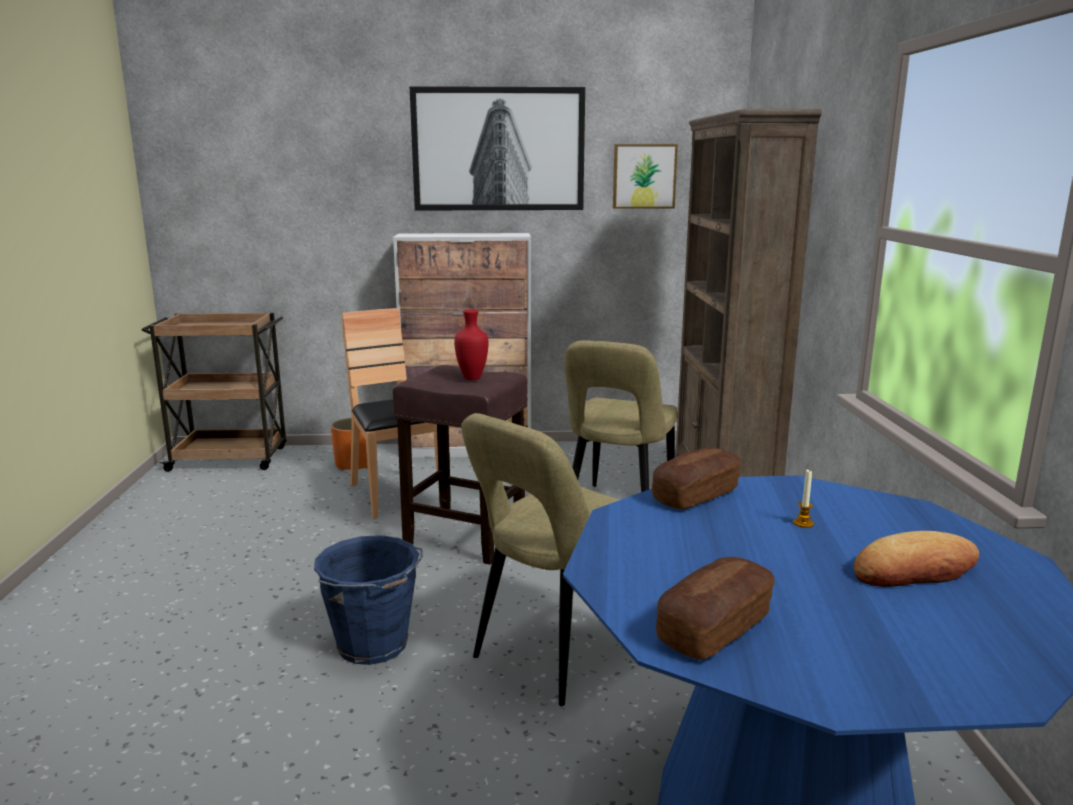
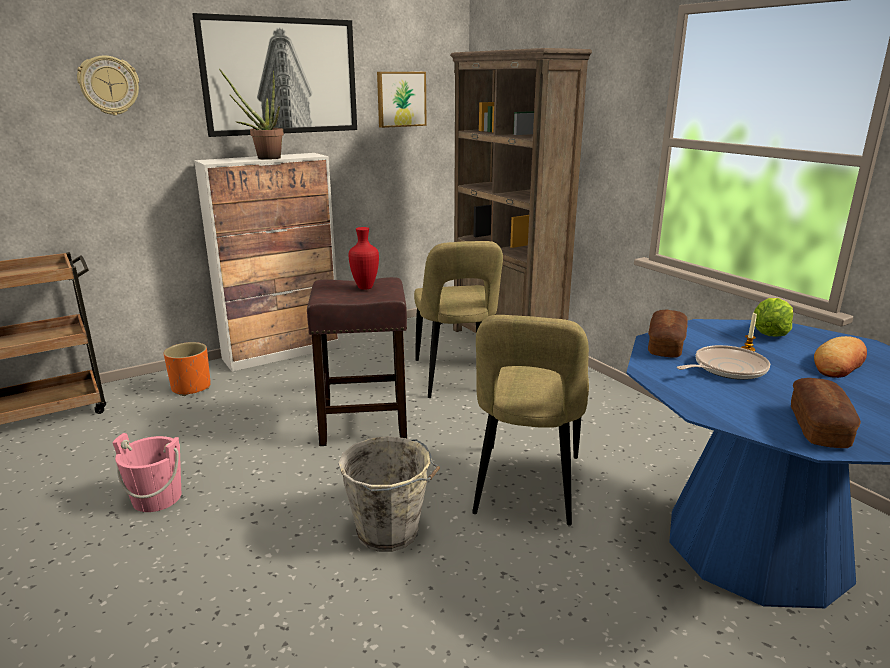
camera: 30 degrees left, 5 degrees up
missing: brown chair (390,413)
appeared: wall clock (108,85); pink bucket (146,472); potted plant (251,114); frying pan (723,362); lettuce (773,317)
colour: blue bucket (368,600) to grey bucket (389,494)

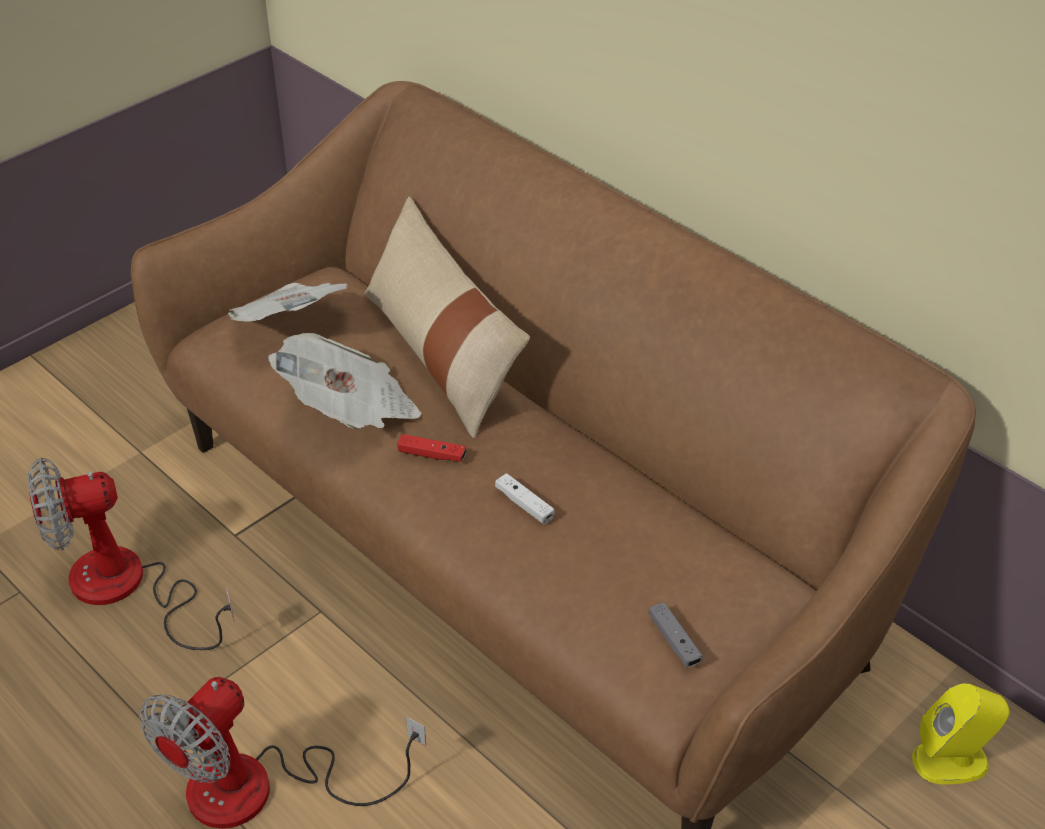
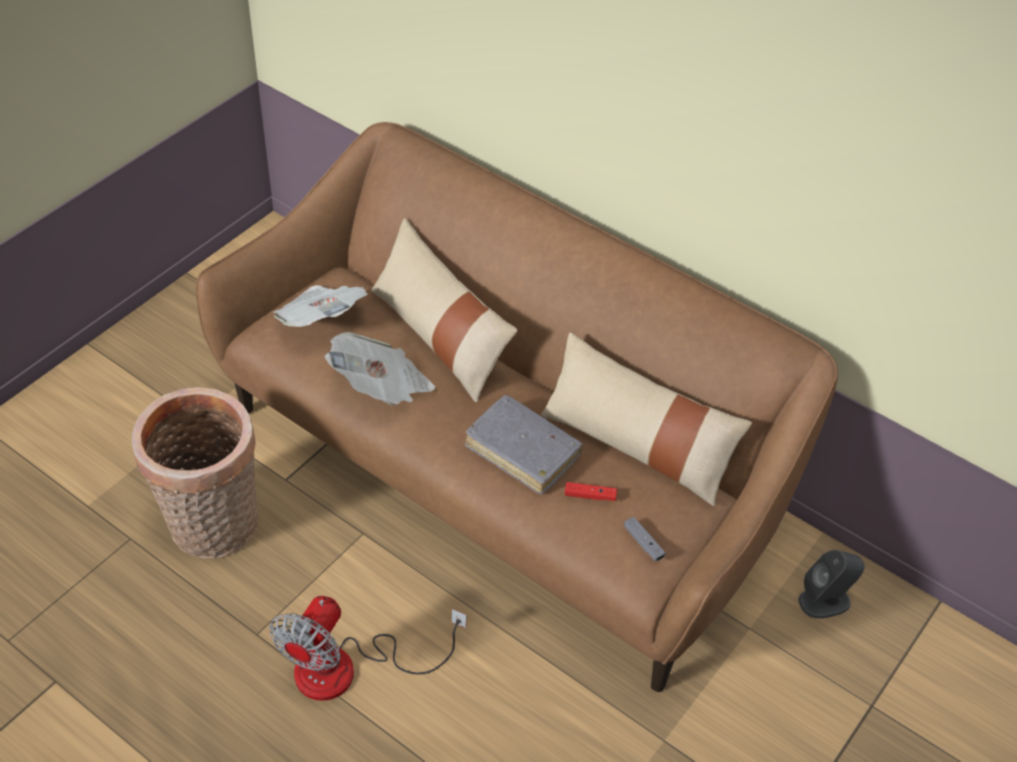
camera: 10 degrees left, 5 degrees up
appeared: beige pillow (646,419)
relocated: red game controller (431,448) to (591,491)
exchanged: fan (131,554) to basket (194,472); white game controller (525,498) to grey book (524,445)
colour: yellow speaker (961,733) to grey speaker (831,584)

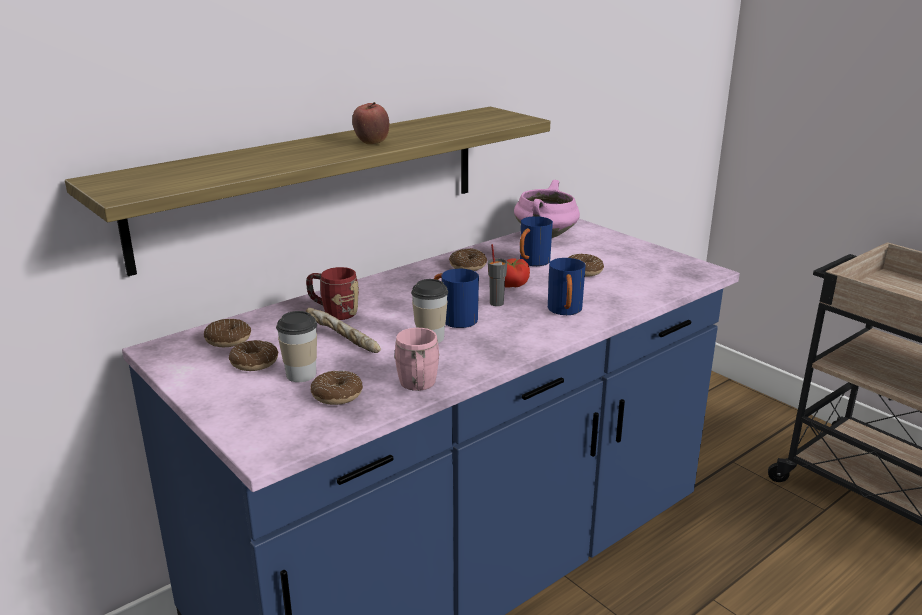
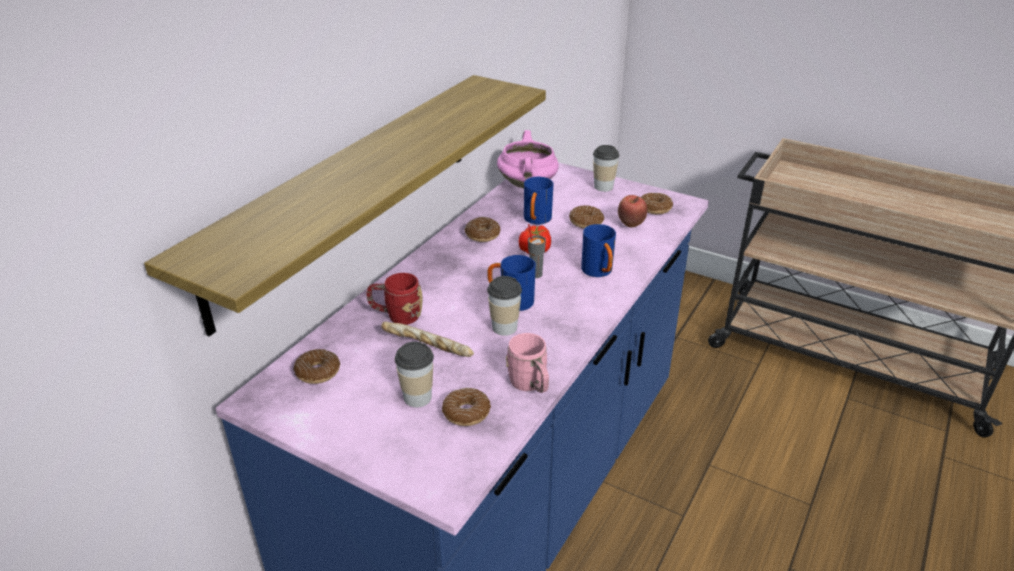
camera: 20 degrees left, 10 degrees up
appeared: cup (606,168)
relocated: apple (370,123) to (632,211); donut (254,355) to (657,203)

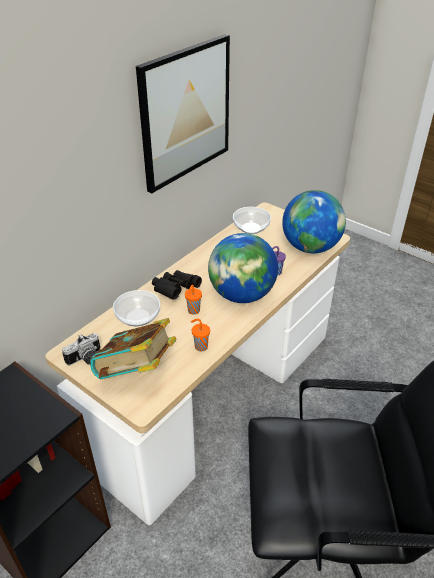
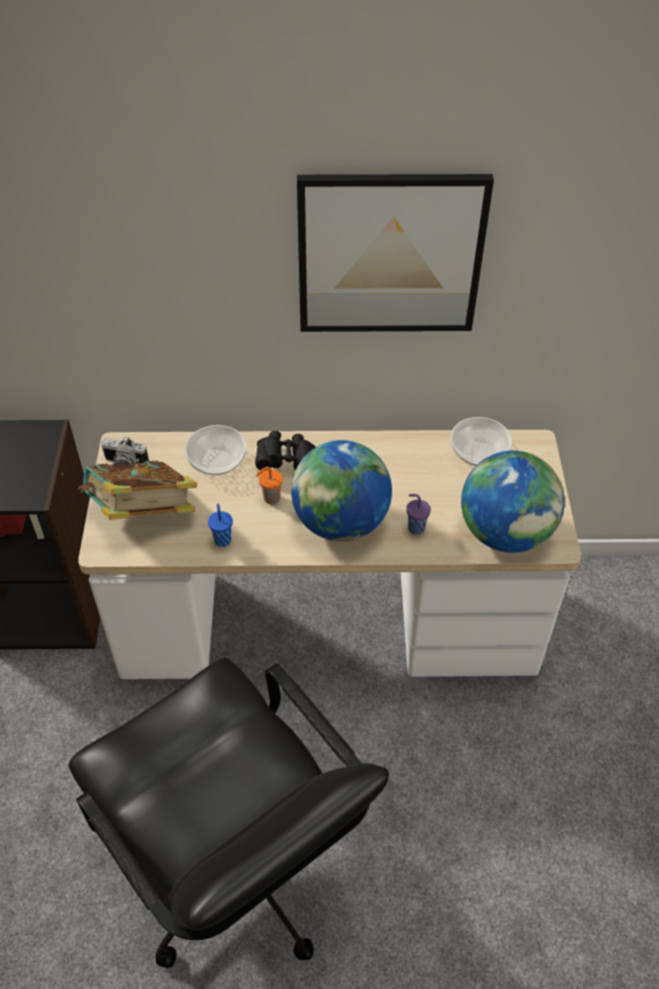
camera: 50 degrees right, 10 degrees up
colour: orange cup (200,335) to blue cup (220,525)

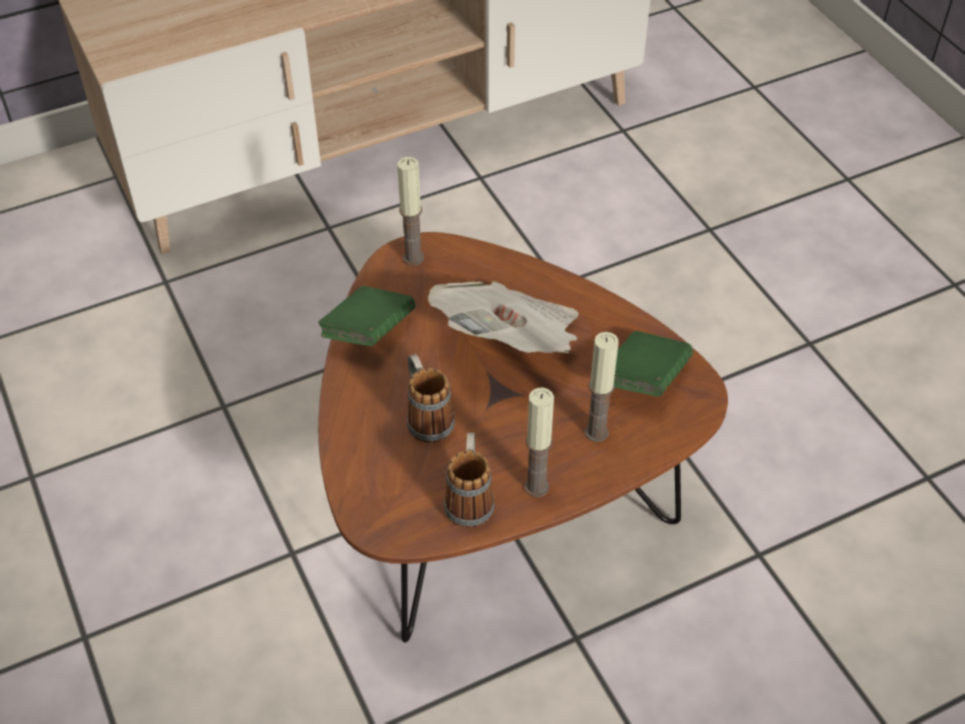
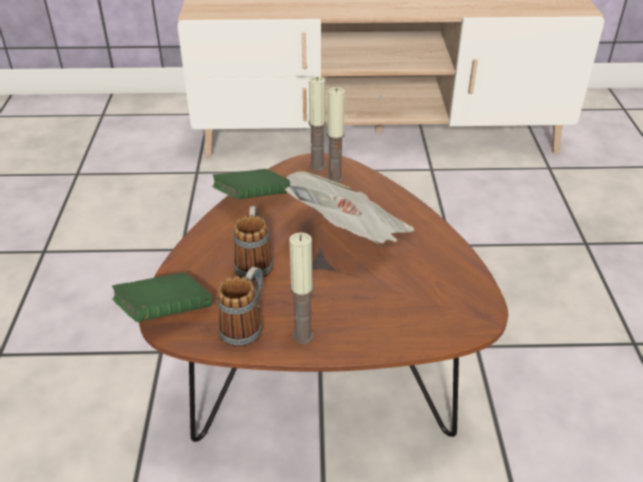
camera: 25 degrees right, 10 degrees down
relocated: green book (653,363) to (162,297); candle (601,387) to (336,135)

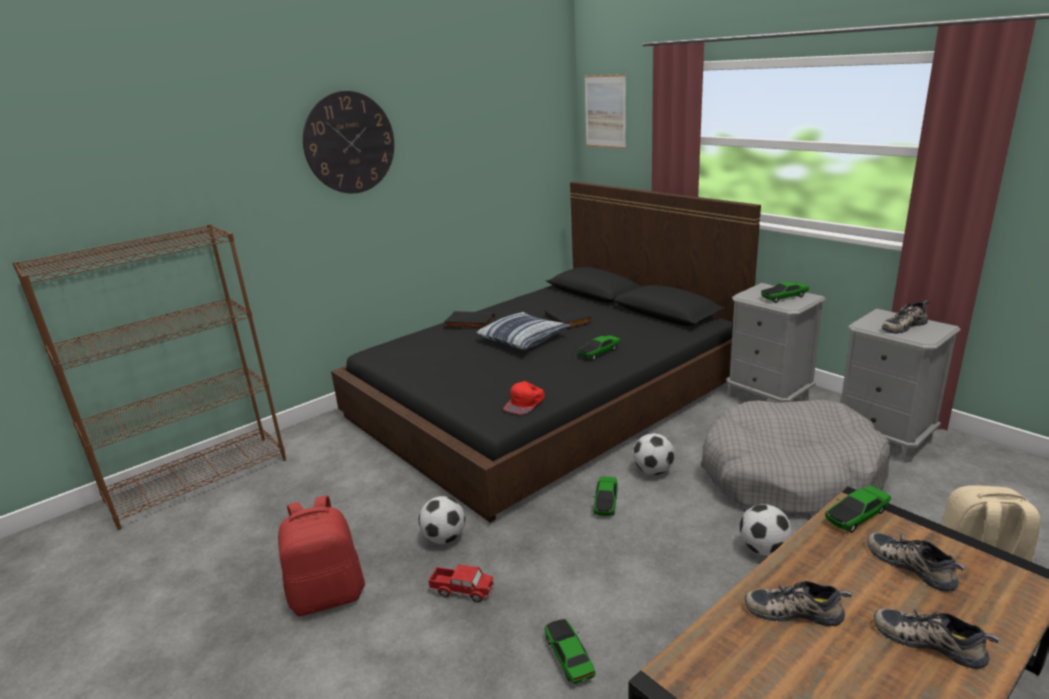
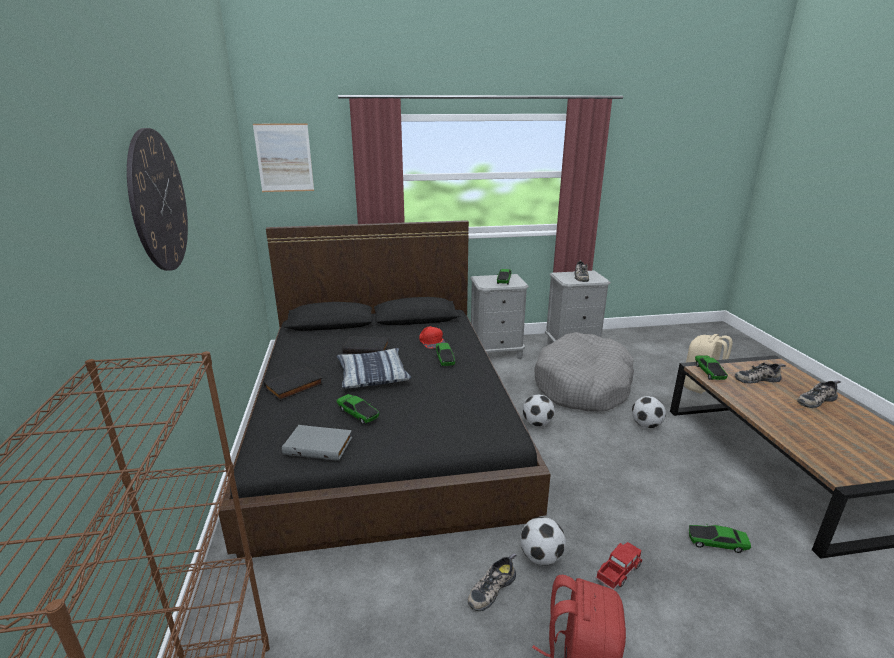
camera: 60 degrees left, 0 degrees up
appeared: grey book (317,443)
relocated: toy car (605,496) to (357,409); red cap (524,398) to (432,337); shoe (797,603) to (492,582)

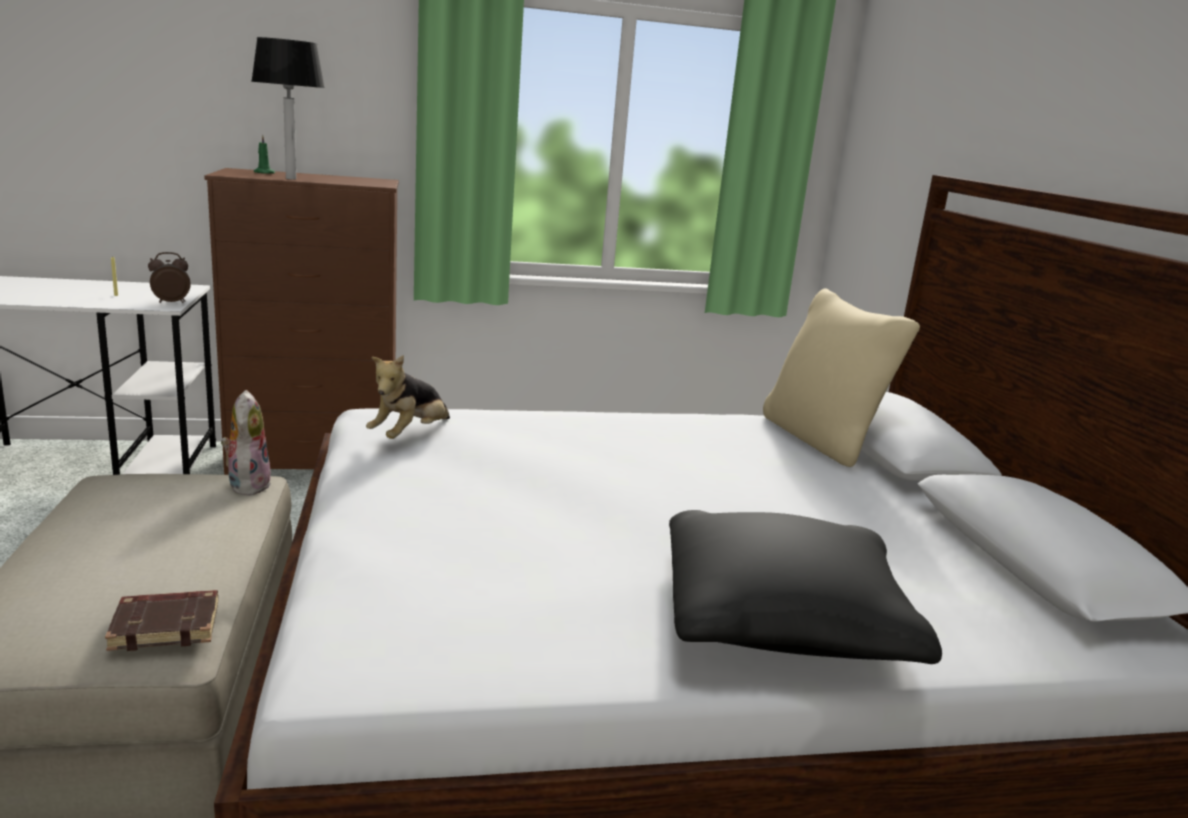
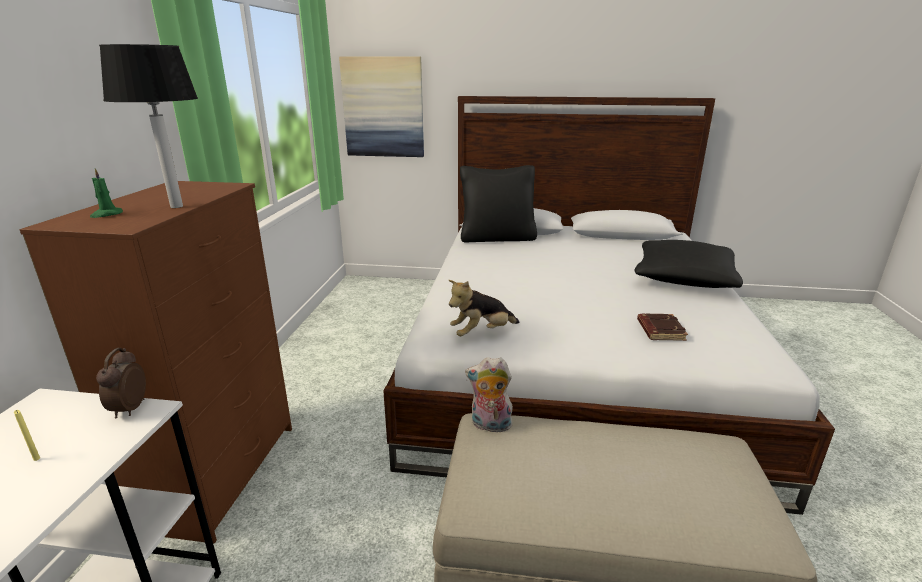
camera: 70 degrees left, 5 degrees up
appeared: picture (381,106)
relocated: brown book (161,620) to (662,327)
colour: beige pillow (841,377) to black pillow (498,204)
spun: plush toy (408,397) = (484,308) 105 degrees clockwise

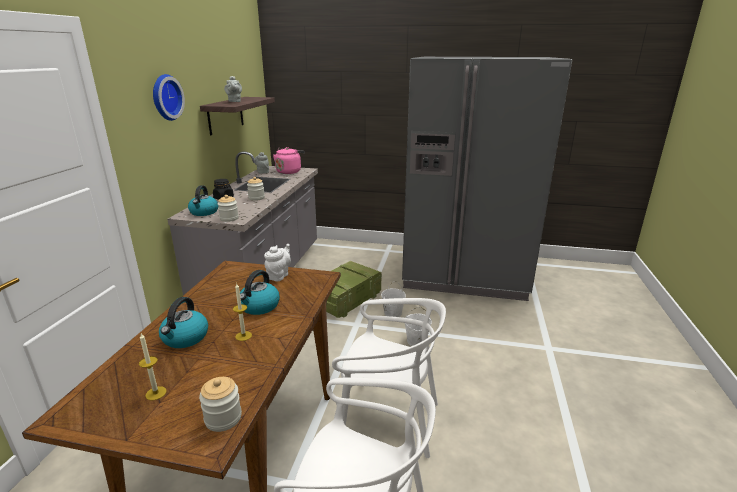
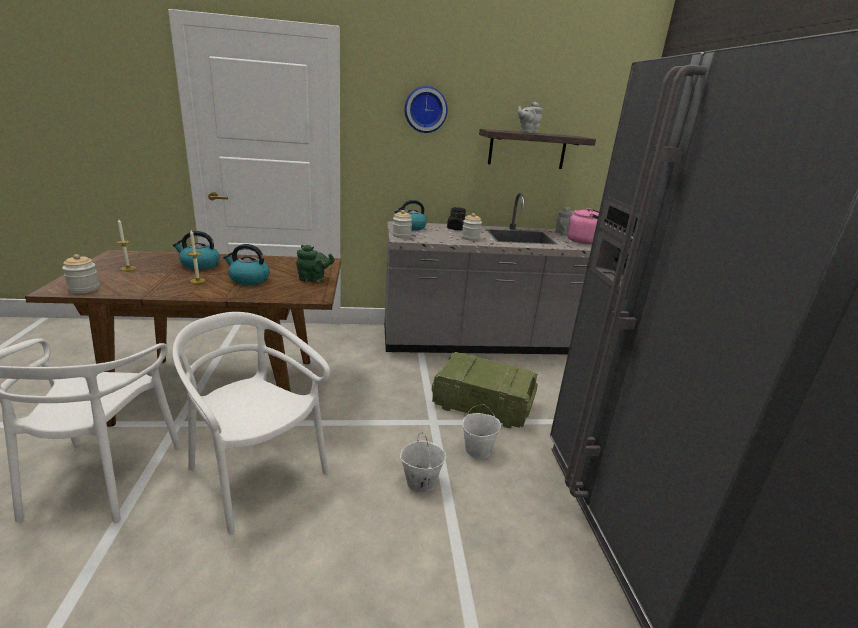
camera: 70 degrees right, 0 degrees up
colour: white teapot (277,263) to green teapot (315,263)
spun: white chair (389,378) = (251,423) 135 degrees clockwise

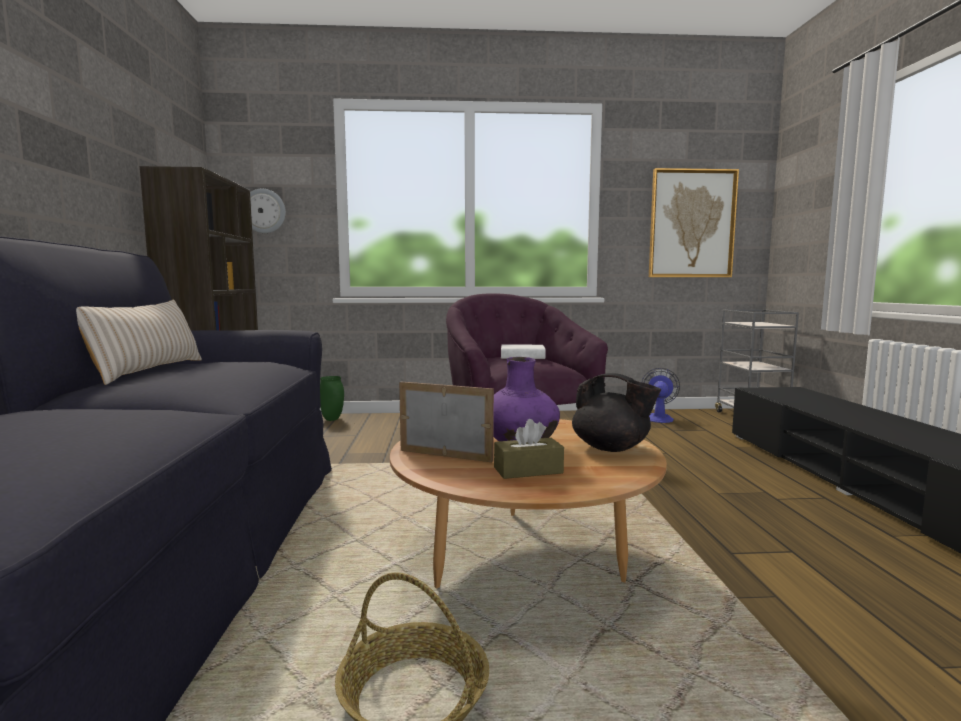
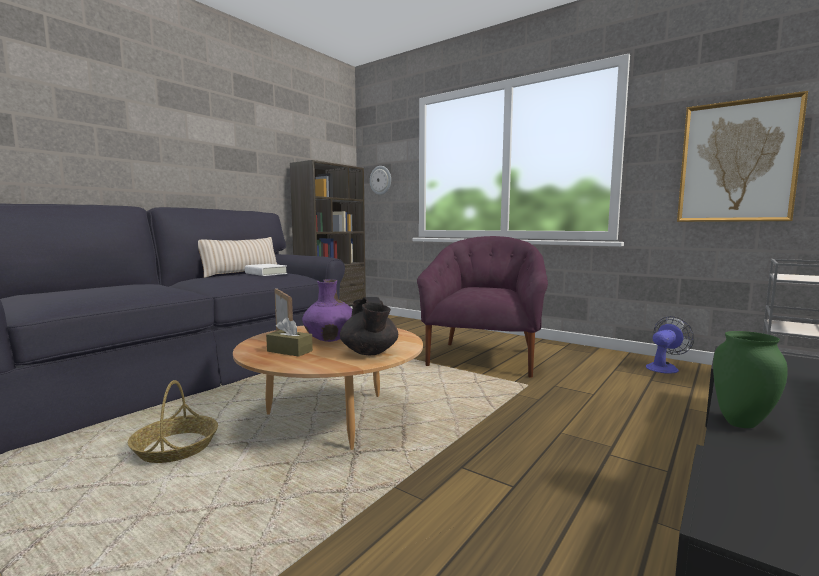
camera: 40 degrees right, 0 degrees up
relocated: white book (523,351) to (266,270); green vase (332,398) to (750,379)

